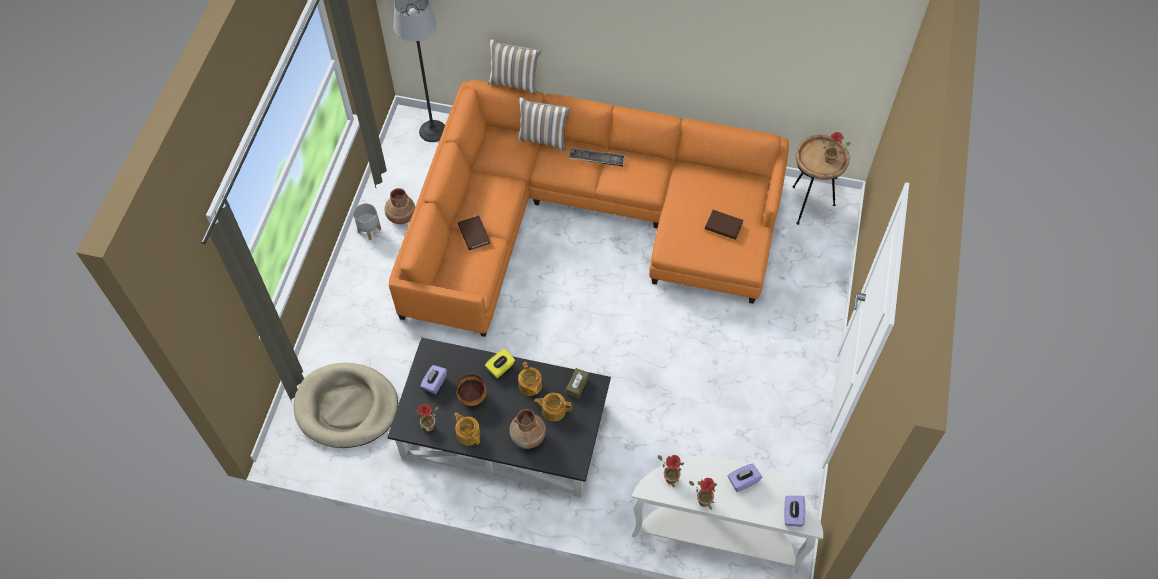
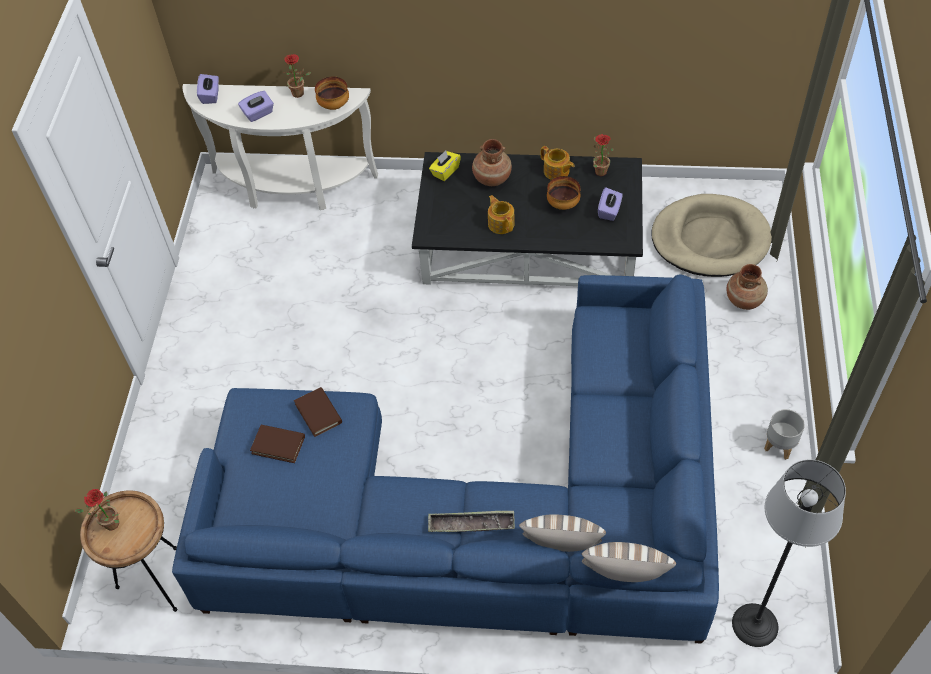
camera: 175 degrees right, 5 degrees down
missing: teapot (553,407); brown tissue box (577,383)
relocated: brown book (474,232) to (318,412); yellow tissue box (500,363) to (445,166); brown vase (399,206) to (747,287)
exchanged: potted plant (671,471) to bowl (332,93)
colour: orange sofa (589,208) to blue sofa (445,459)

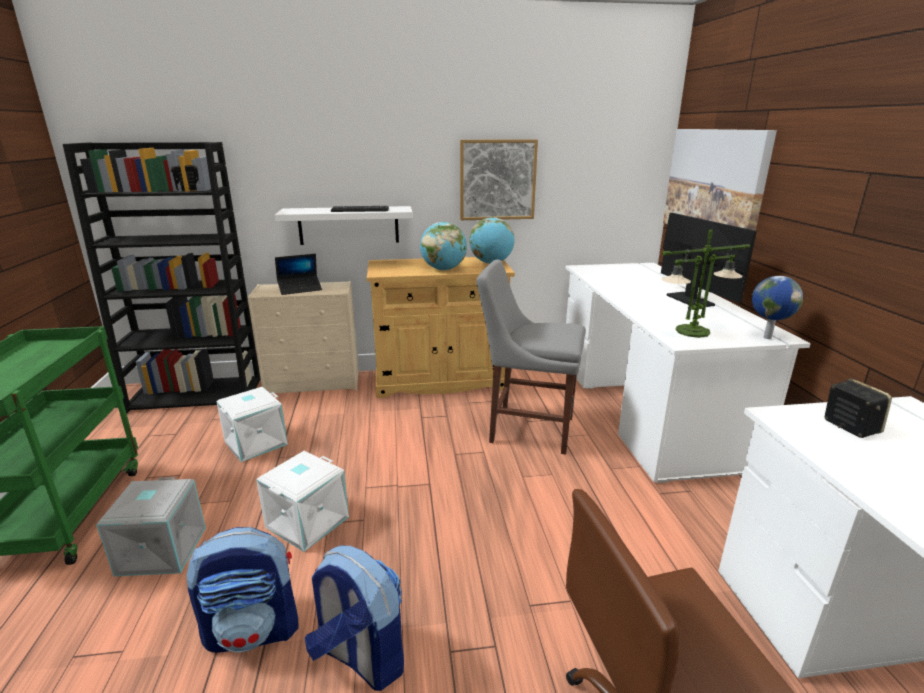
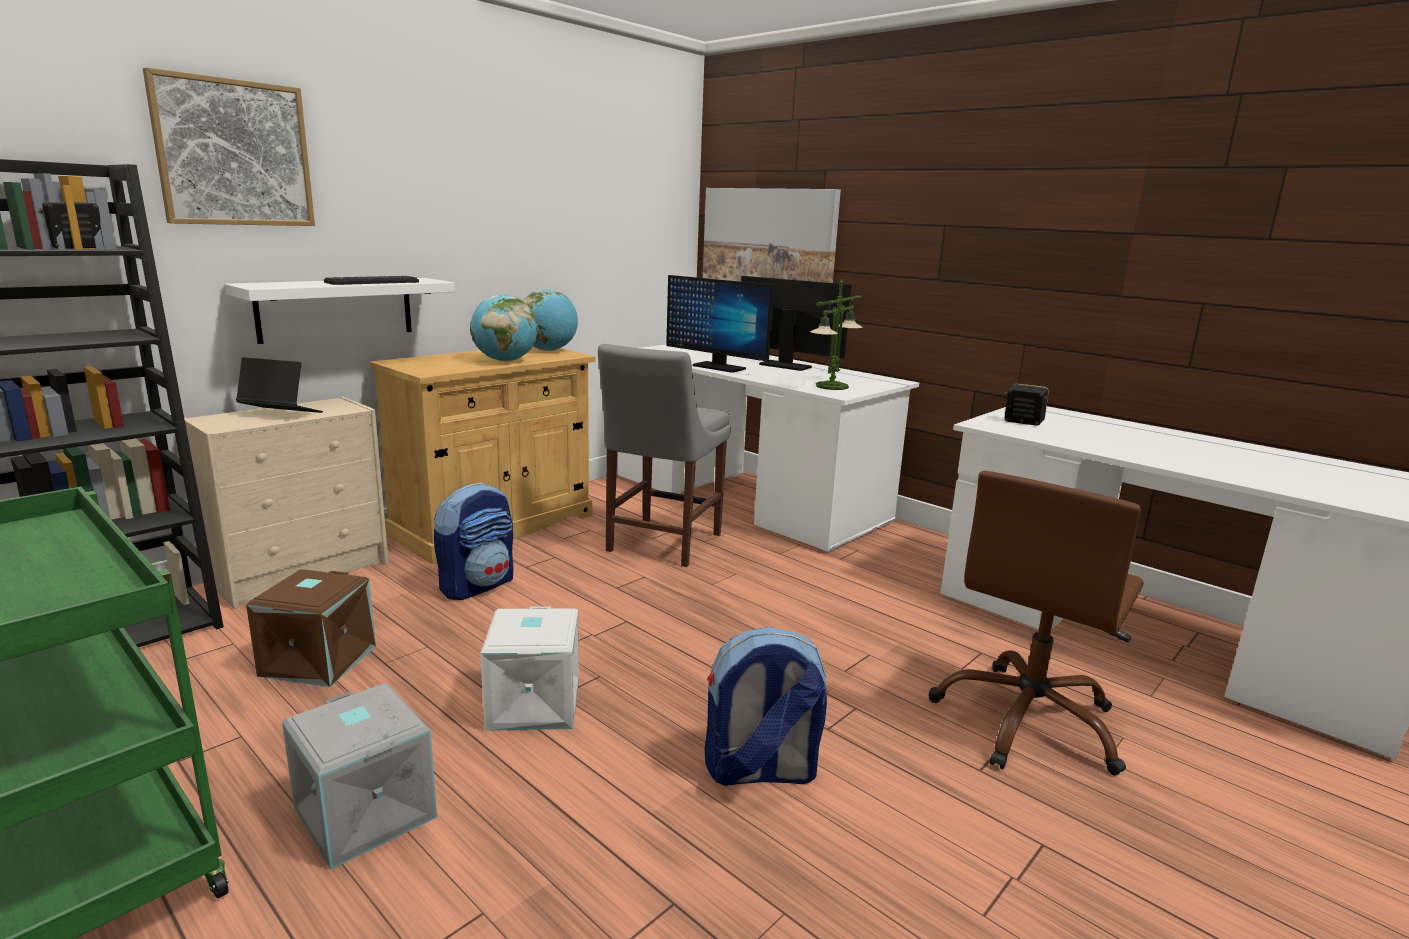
camera: 40 degrees left, 5 degrees down
missing: globe (777,307)
appeared: monitor (720,324)
relocated: picture (499,179) to (229,146); backpack (242,590) to (473,541)
colour: white storage box (252,424) to brown storage box (311,628)
spun: laptop (298,274) = (279,385) 105 degrees counterclockwise; grey chair (531,357) = (664,455) 45 degrees counterclockwise

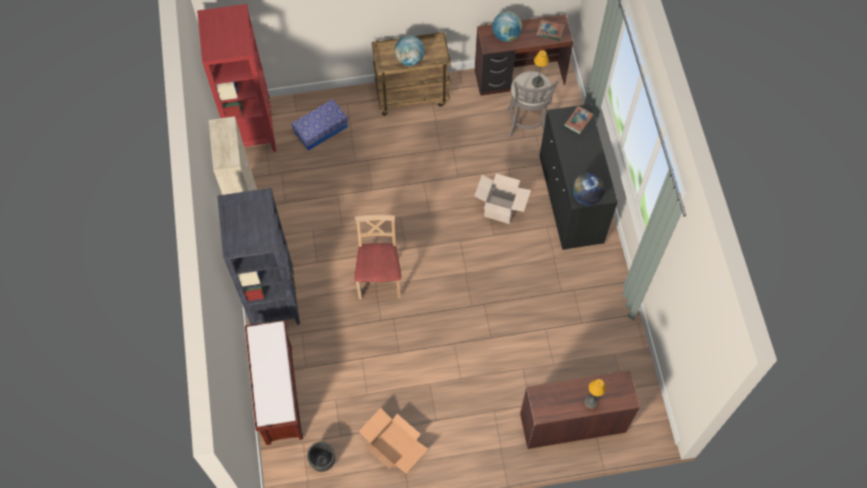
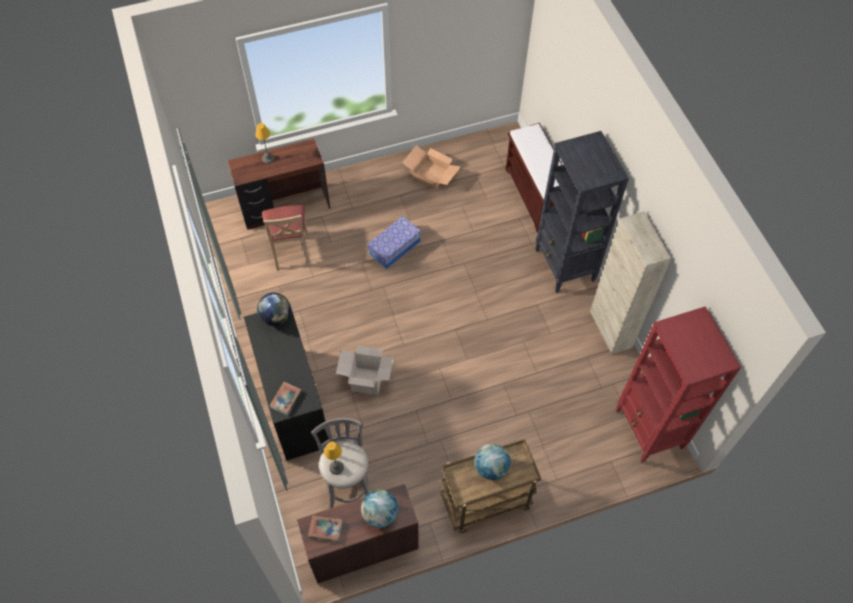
camera: 170 degrees right, 5 degrees down
missing: black planter (321,456)
relocated: beige chair (378,256) to (286,238); storage box (319,125) to (394,242)

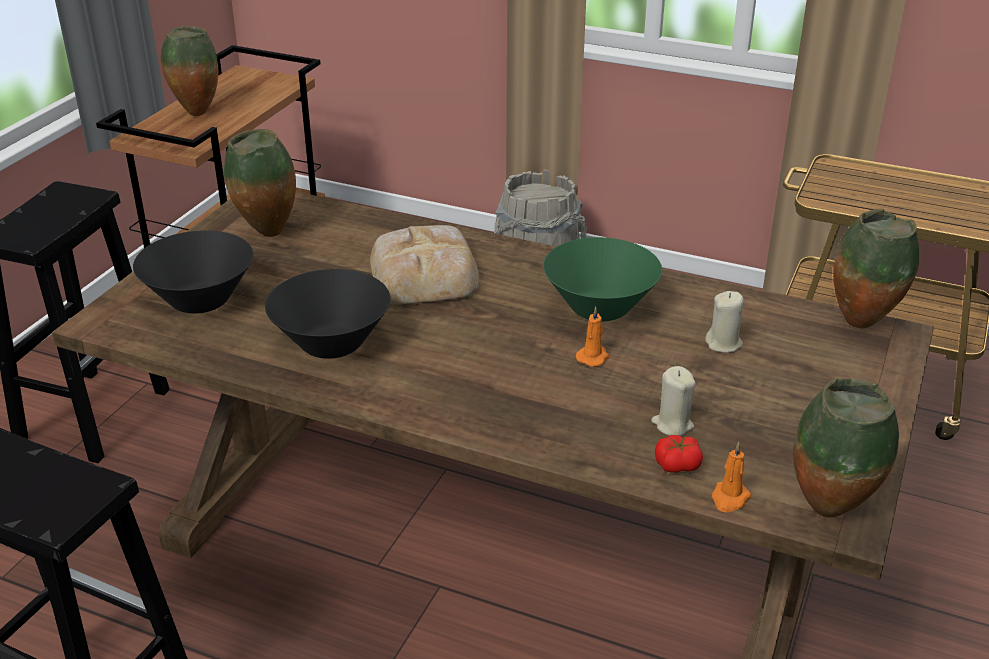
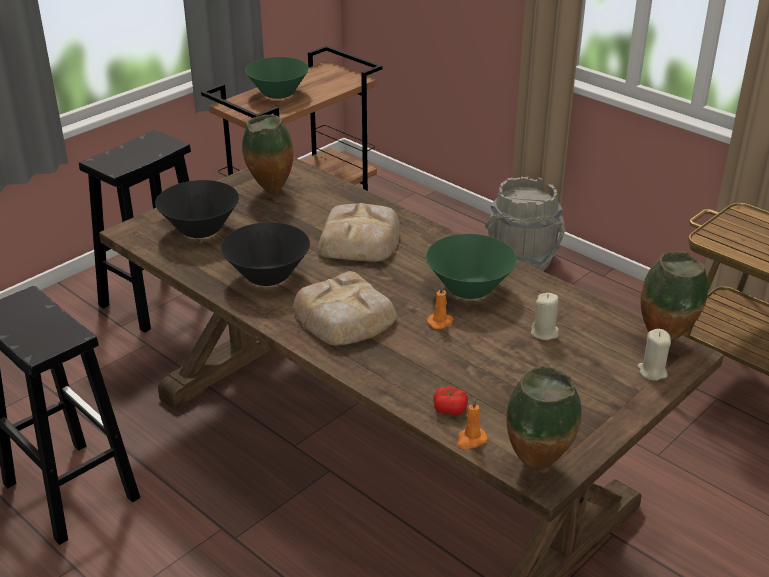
camera: 20 degrees right, 0 degrees up
appeared: bread (345,308)
relocated: beige candle (673,401) to (654,355)
exchanged: vase (189,71) to green bowl (277,78)

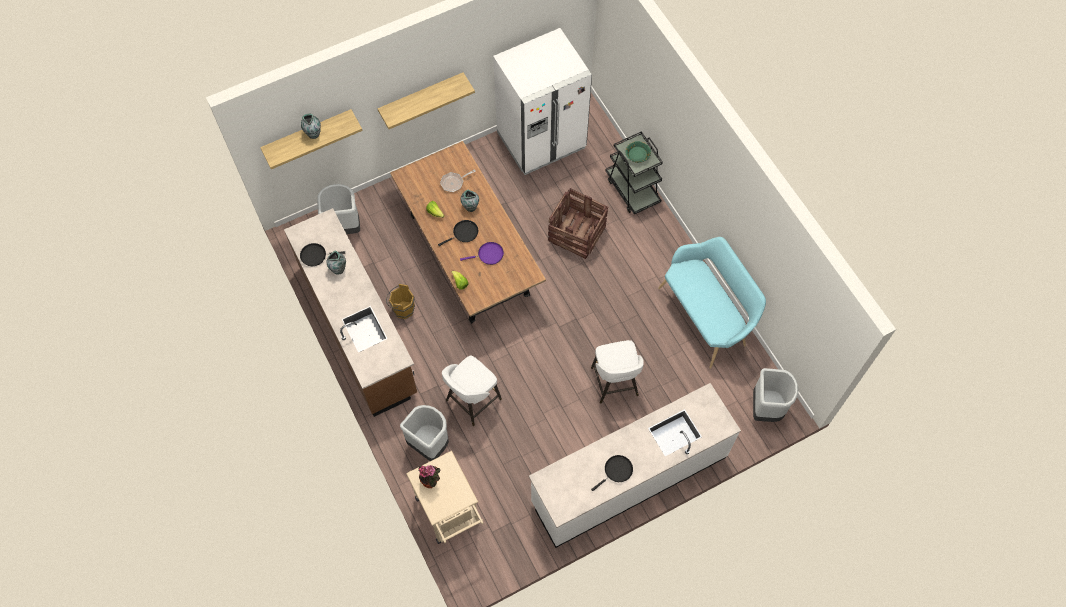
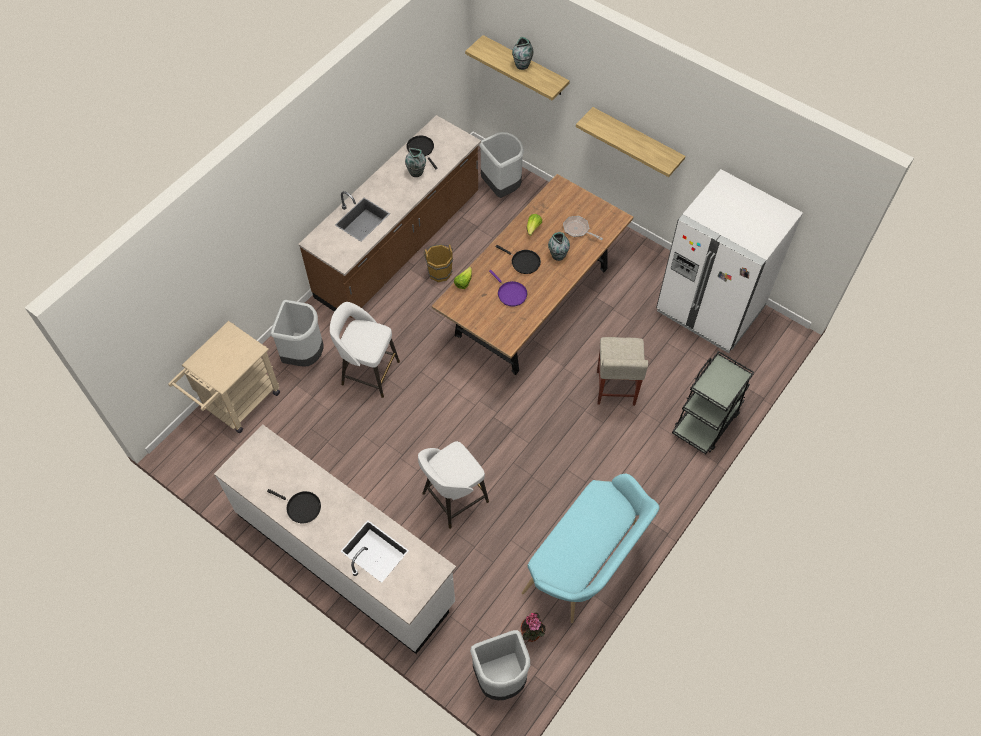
camera: 65 degrees right, 5 degrees down
missing: green bowl (638,152)
relocated: potted plant (429,476) to (533,627)
exchanged: crate (578,223) to beige stool (622,371)

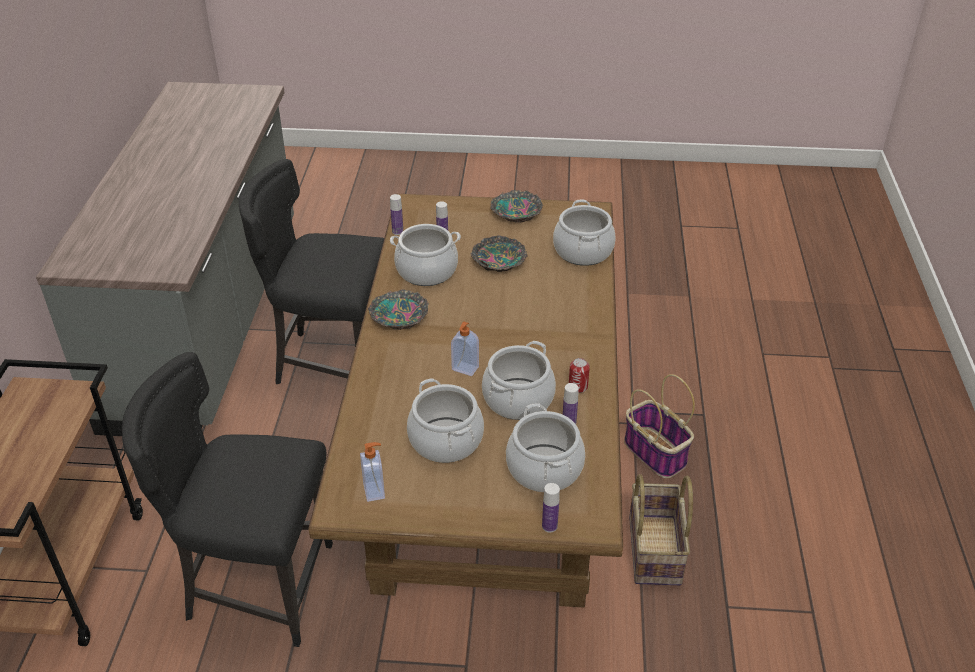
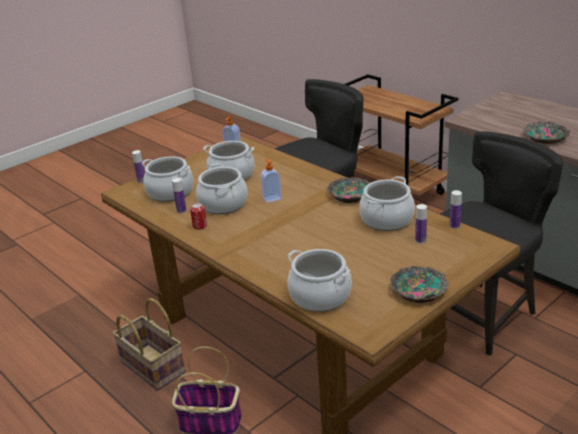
camera: 135 degrees right, 10 degrees down
relocated: bowl (498,253) to (546,132)

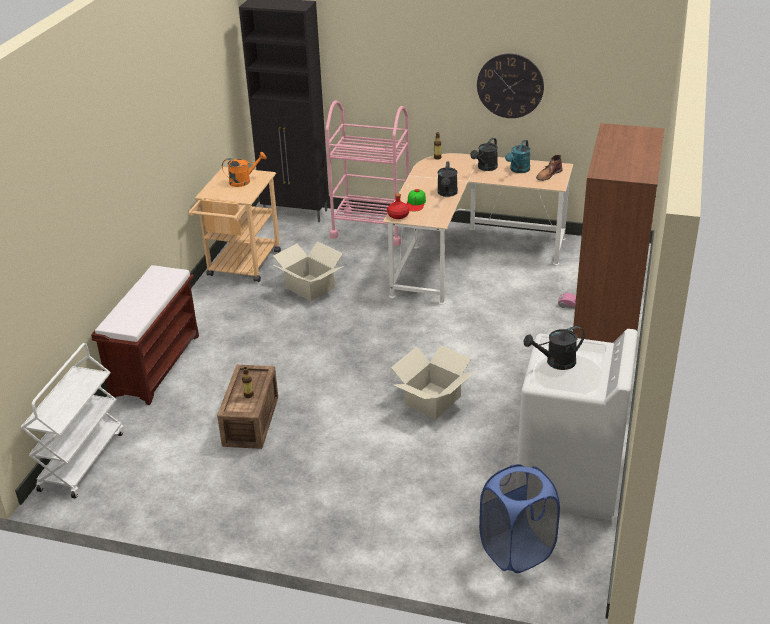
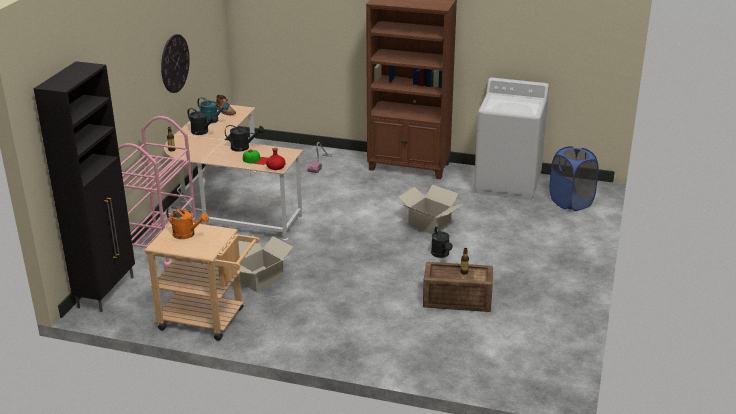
camera: 90 degrees left, 5 degrees down
missing: white cart (72,420); brown bench (145,335)
relocated: black watering can (554,348) to (442,242)
spun: orange watering can (244,169) = (187,222) 135 degrees clockwise

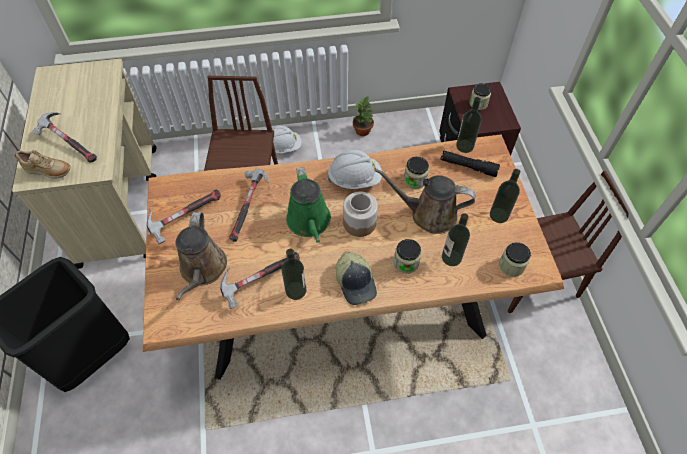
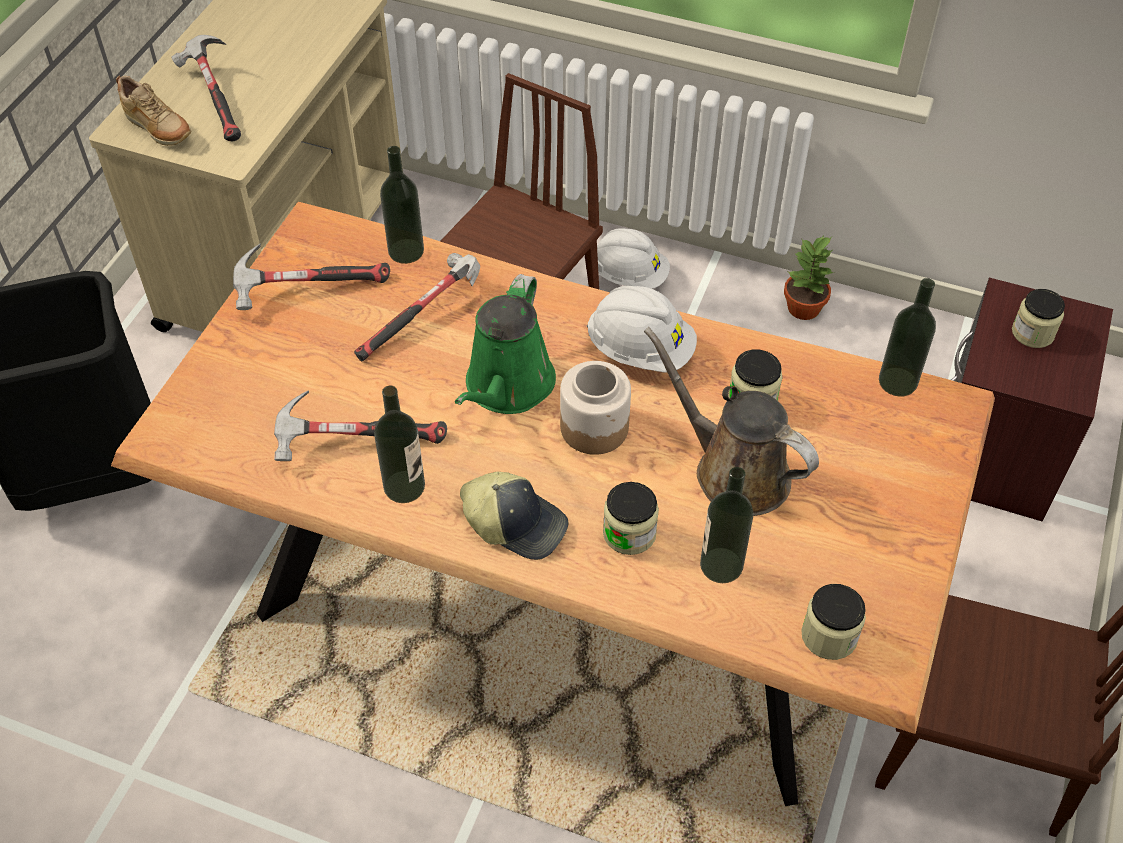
camera: 30 degrees right, 5 degrees down
missing: brown watering can (201,256); black flashlight (470,163)
relocated: bottle (505,196) to (402,205)
spun: cap (356,278) = (514,516) 75 degrees counterclockwise

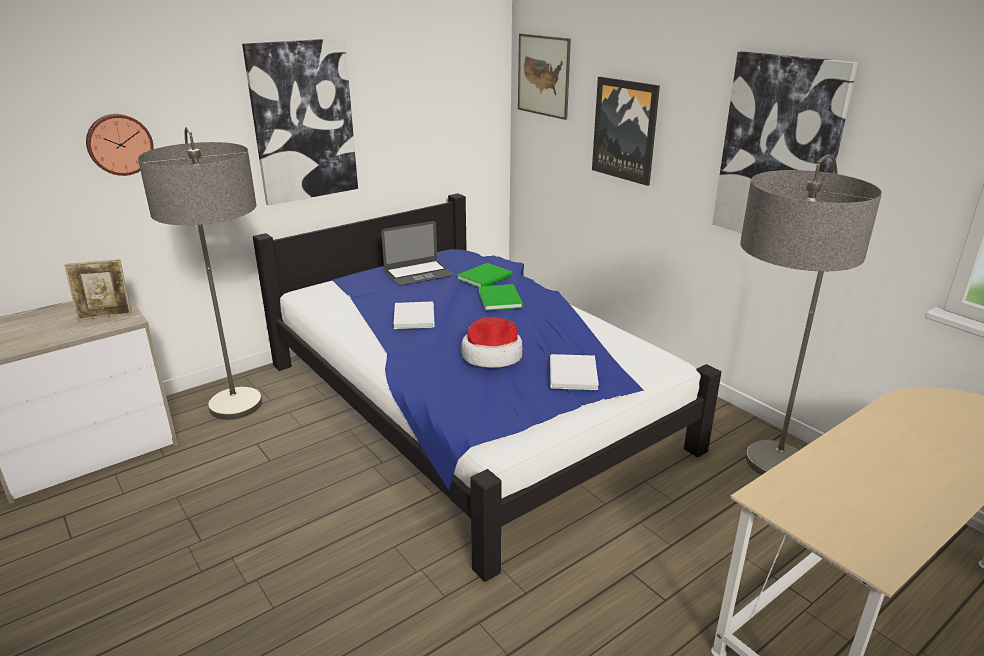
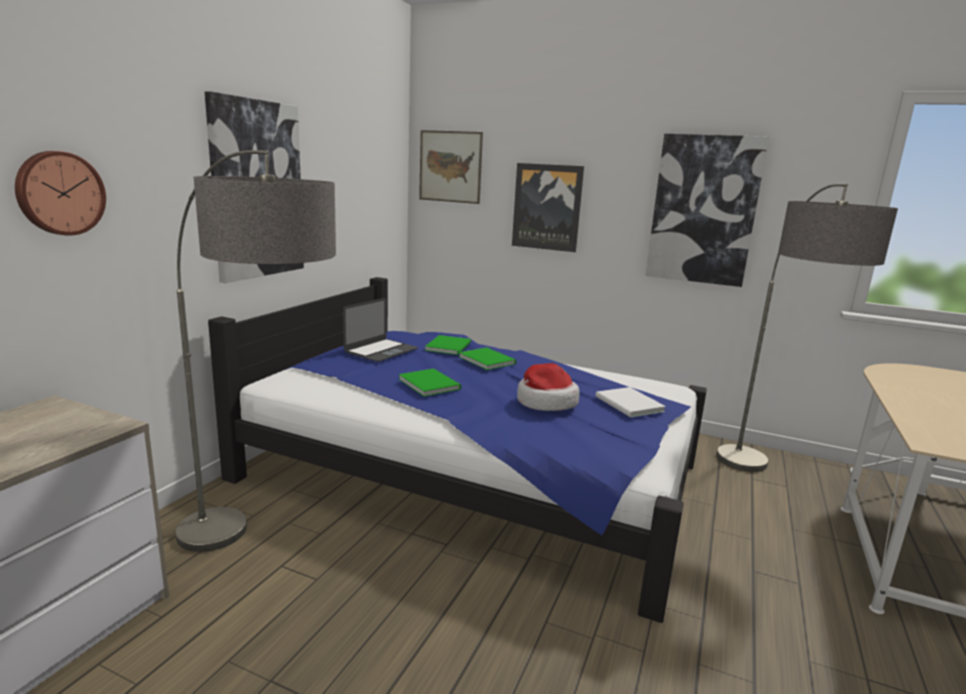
camera: 30 degrees left, 10 degrees down
missing: picture frame (98,290)
colour: white book (414,315) to green book (430,383)

